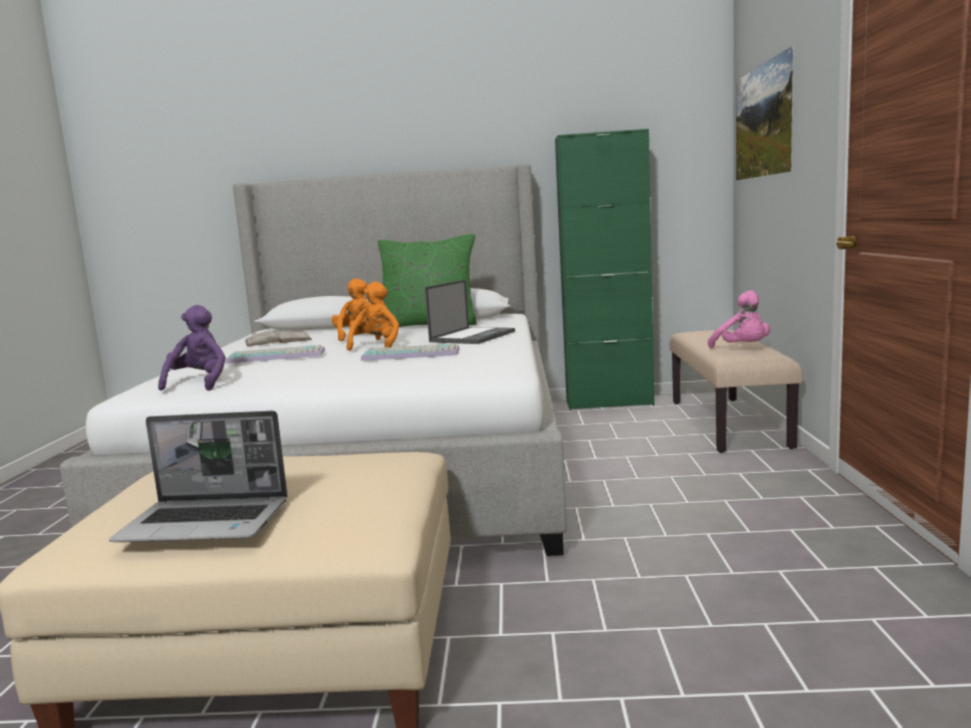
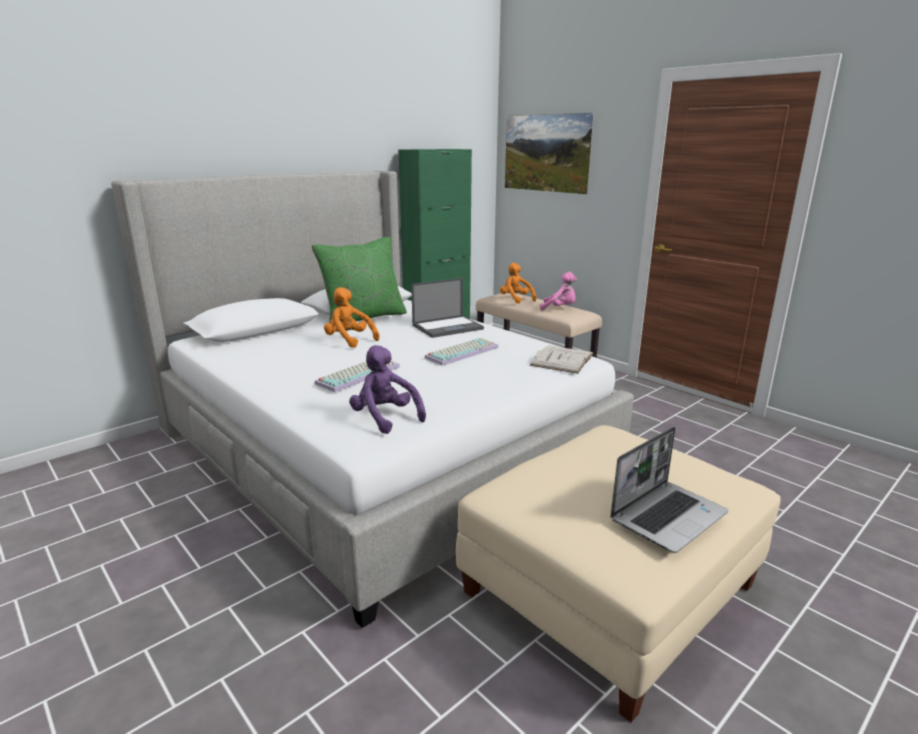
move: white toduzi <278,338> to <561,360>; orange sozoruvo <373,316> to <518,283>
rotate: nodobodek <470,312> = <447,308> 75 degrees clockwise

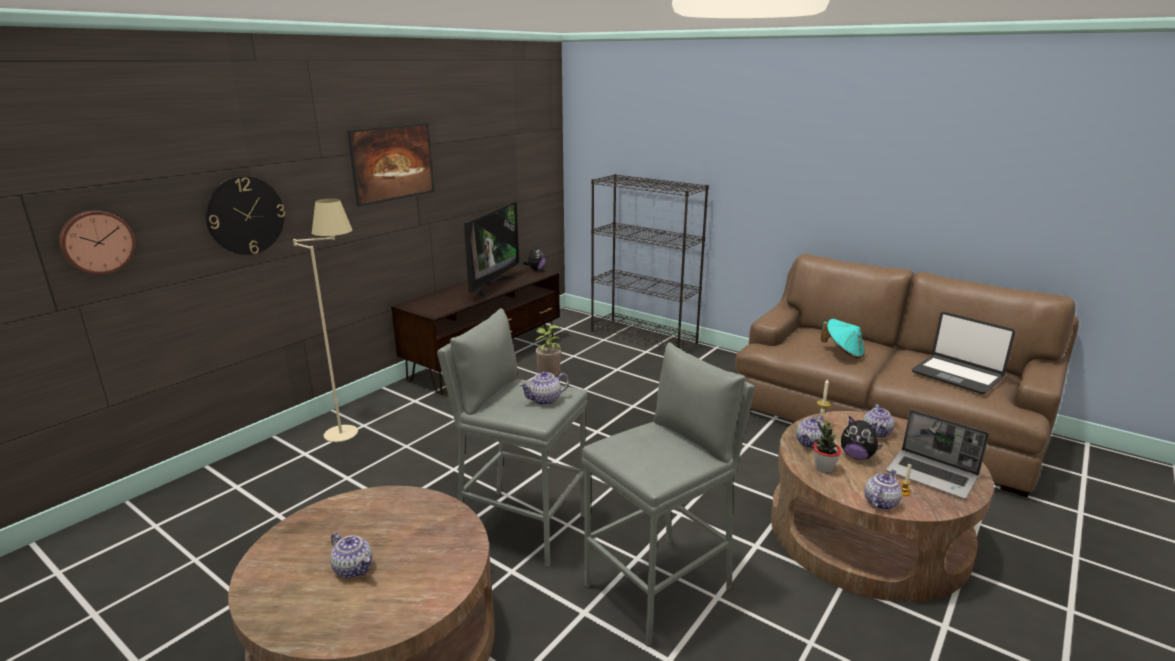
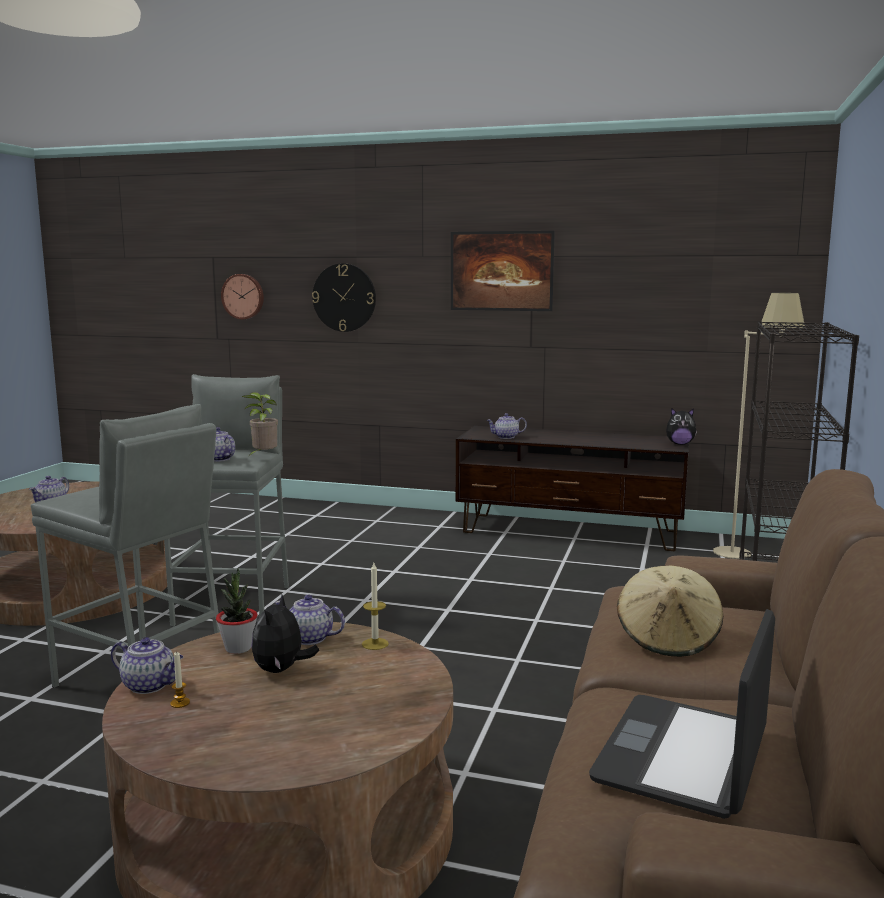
delete: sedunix <491,249>; nodobodek <937,454>
move: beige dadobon <325,320> to <759,426>; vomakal <878,421> to <507,426>
recolor: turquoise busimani <843,339> to beige busimani <670,611>

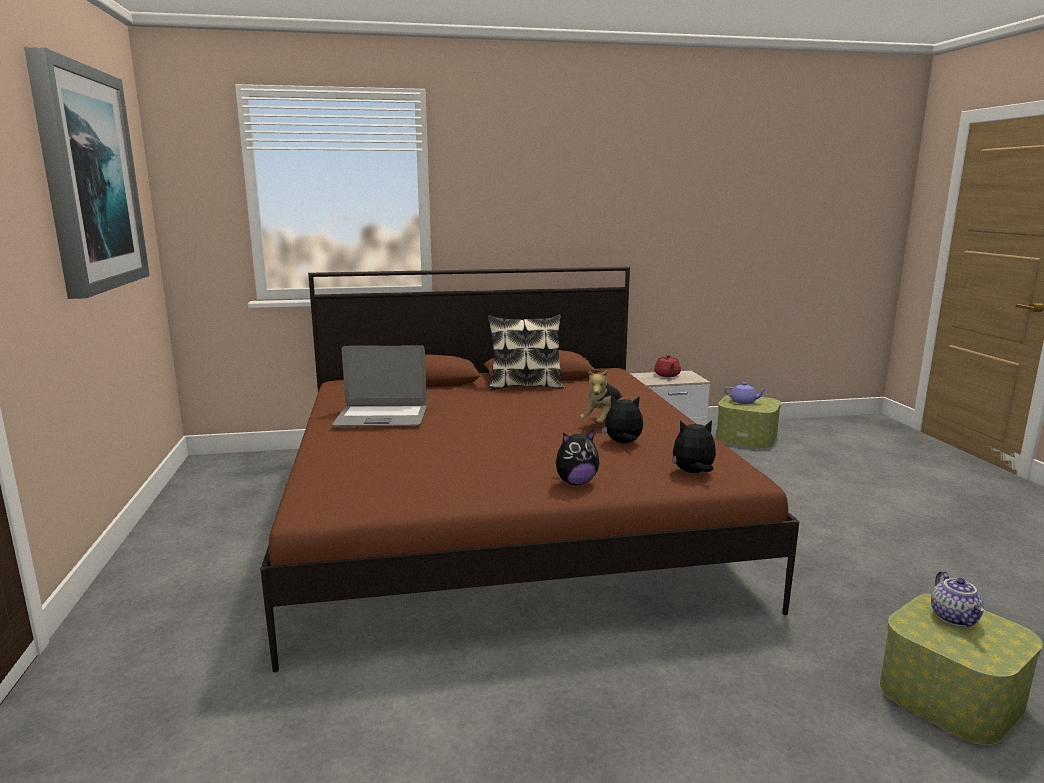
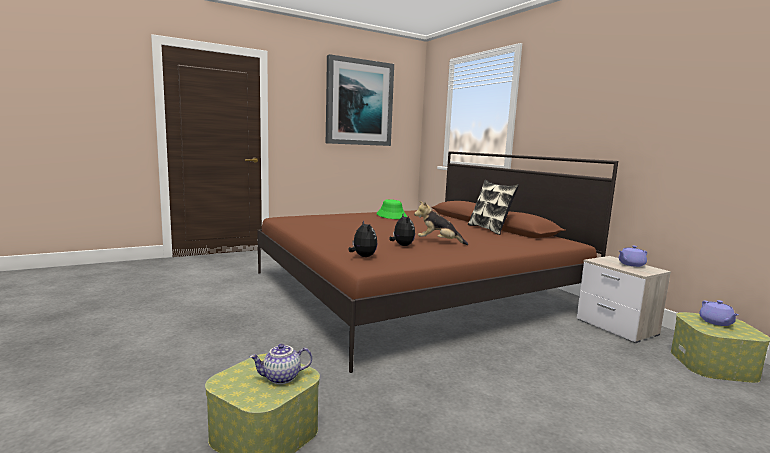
delete: sozoruvo <577,457>
replace: nodobodek <379,386> to green busimani <392,209>
recolor: red vomakal <667,366> to purple vomakal <633,256>

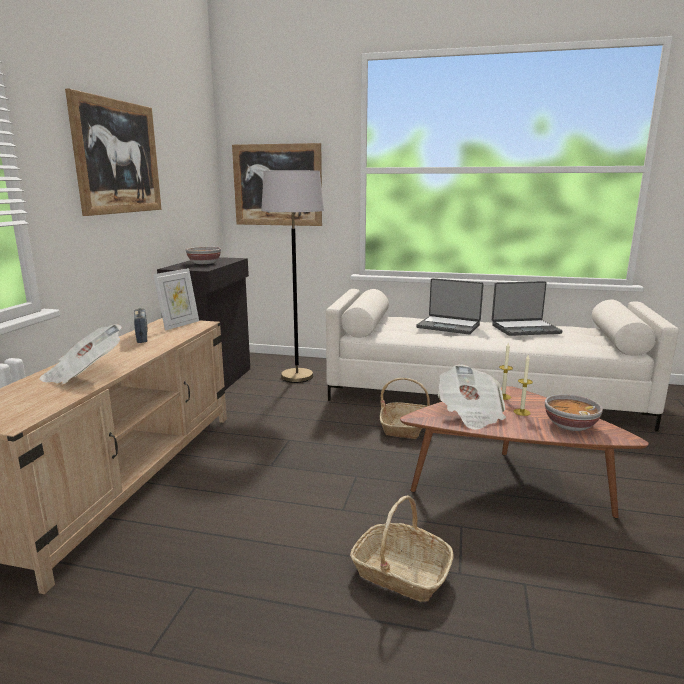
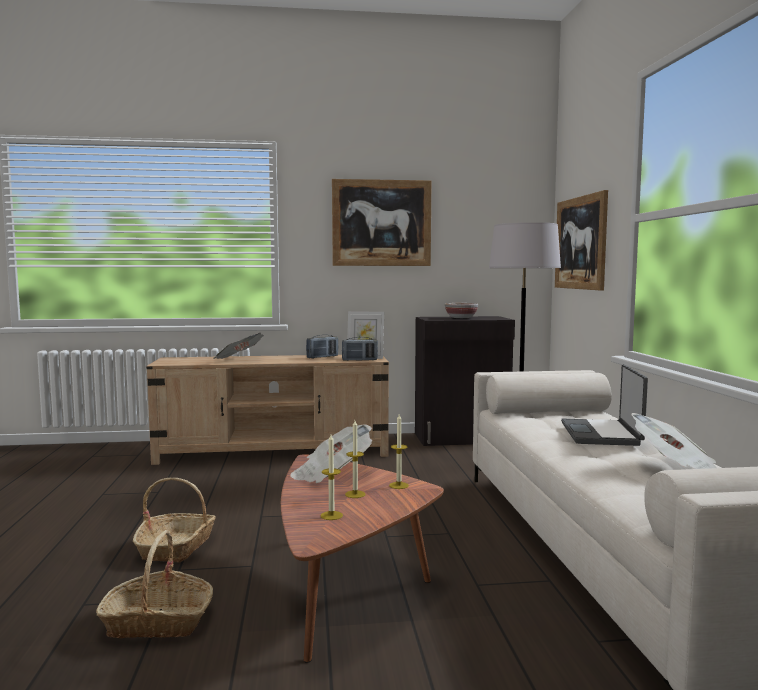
insert: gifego <360,349>
move: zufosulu <405,408> to <154,584>
replace: nodobodek <527,308> to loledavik <674,441>; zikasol <574,412> to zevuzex <331,477>

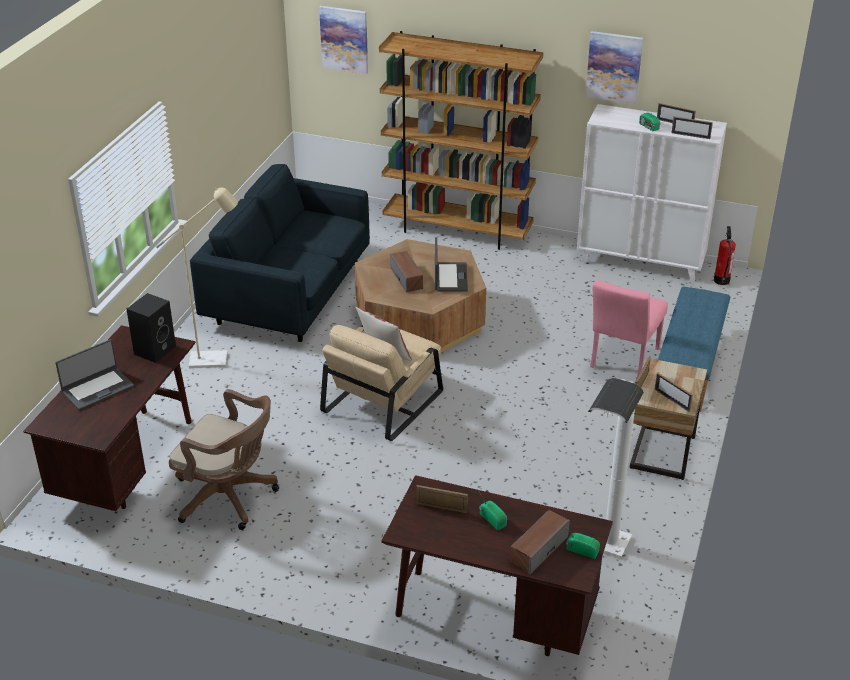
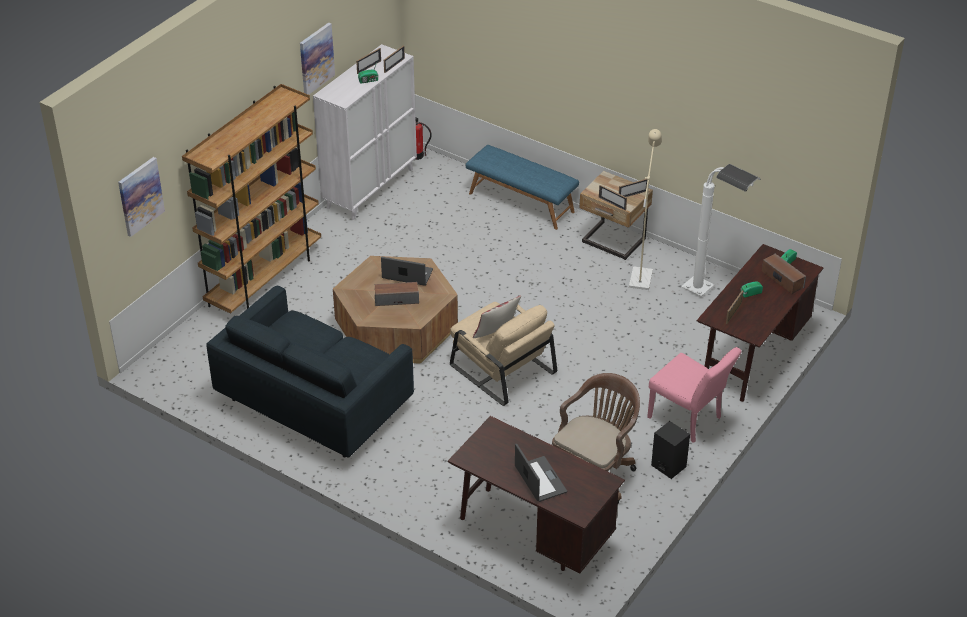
move: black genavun <151,328> to <670,450>; beige dadobon <197,277> to <645,209>; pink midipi <629,329> to <694,395>

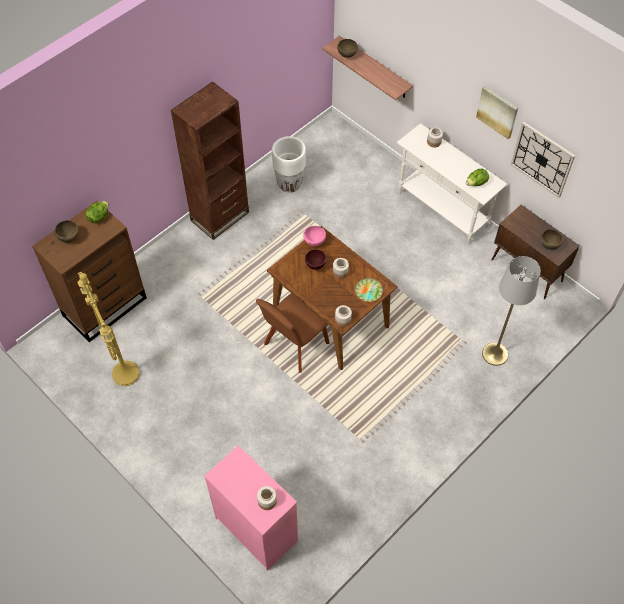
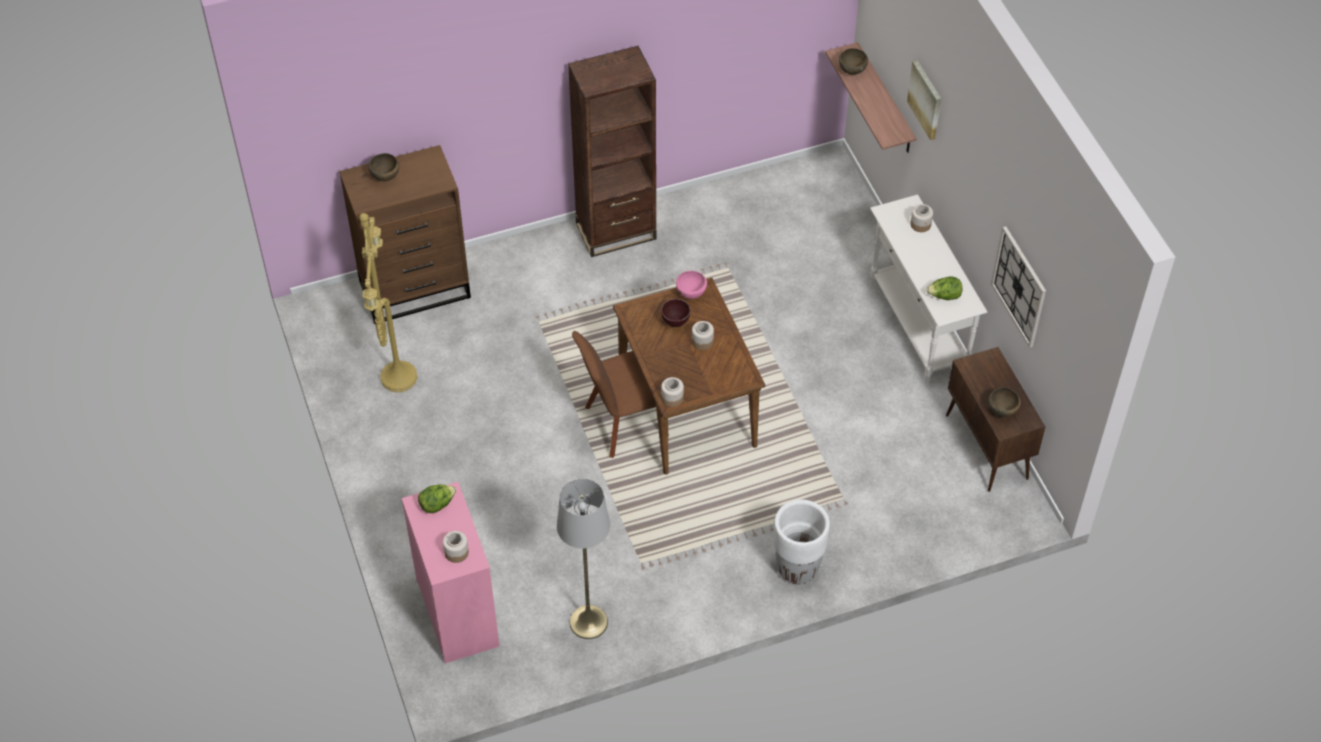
delete: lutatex <369,290>
move: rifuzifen <97,212> to <437,498>; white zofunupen <289,164> to <801,542>; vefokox <497,112> to <924,100>; grey dadobon <511,311> to <583,559>

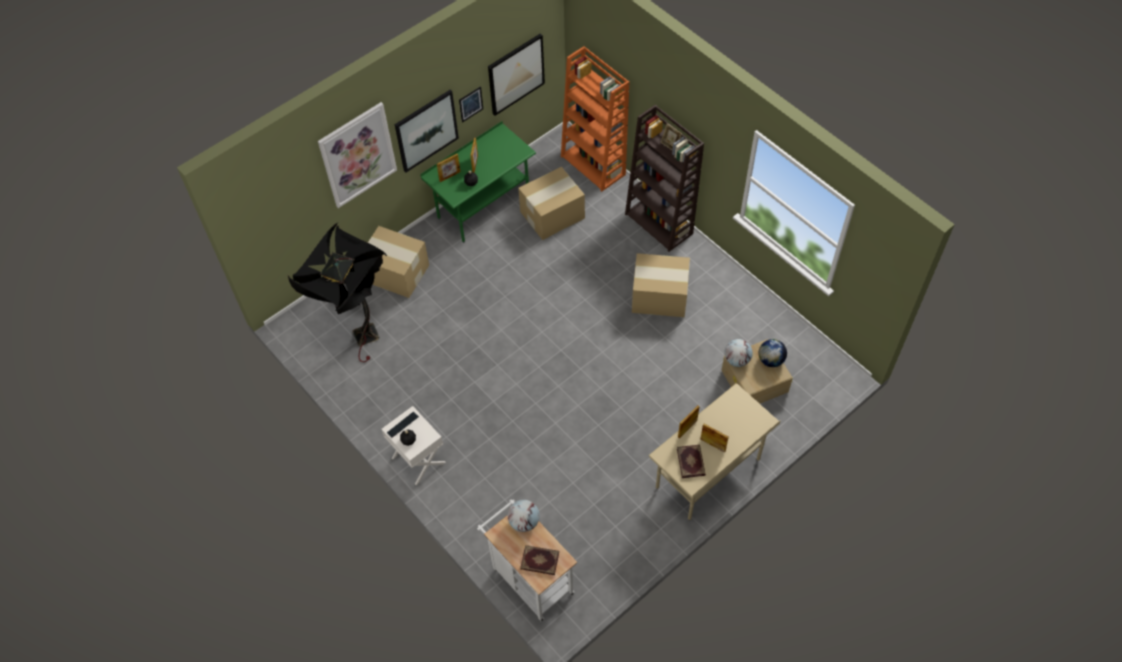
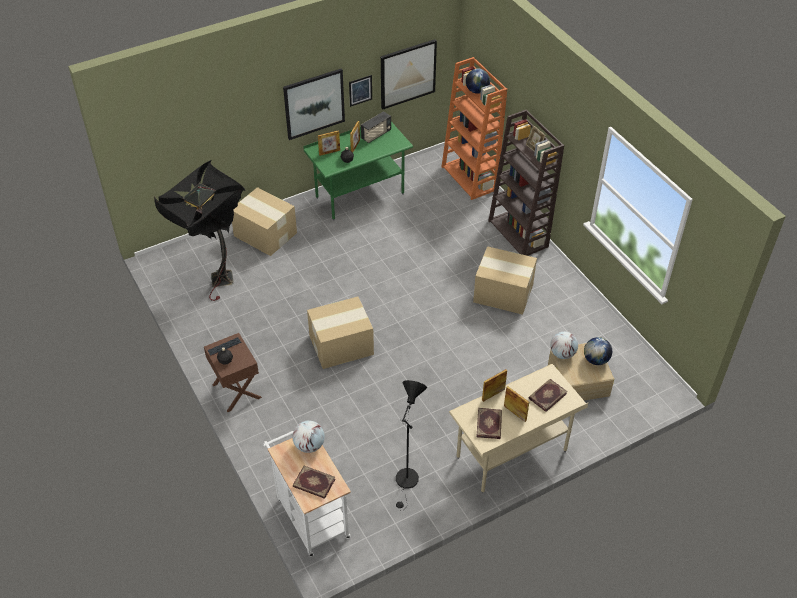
delete: vefokox <357,155>
insert: gifego <376,127>; black dadobon <411,445>; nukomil <478,81>; toduzi <547,395>
move: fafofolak <551,203> to <340,333>
recolor: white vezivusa <414,445> to brown vezivusa <233,372>

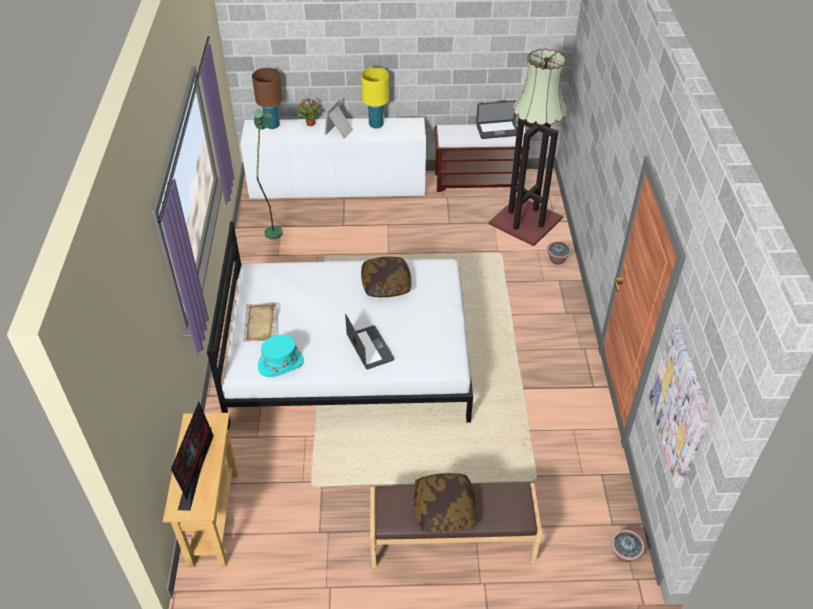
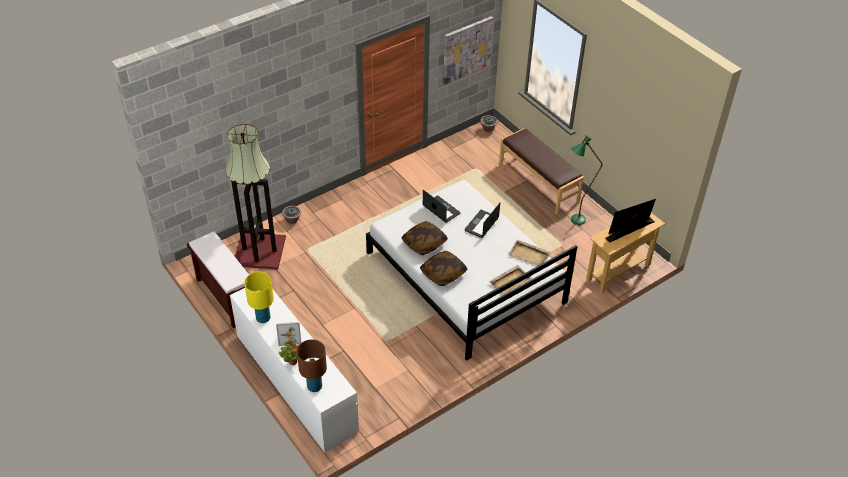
move: green dadobon <268,174> to <586,180>; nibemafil <445,503> to <443,268>; nodobodek <496,119> to <441,206>
replace: turquoise busimani <281,356> to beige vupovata <529,253>

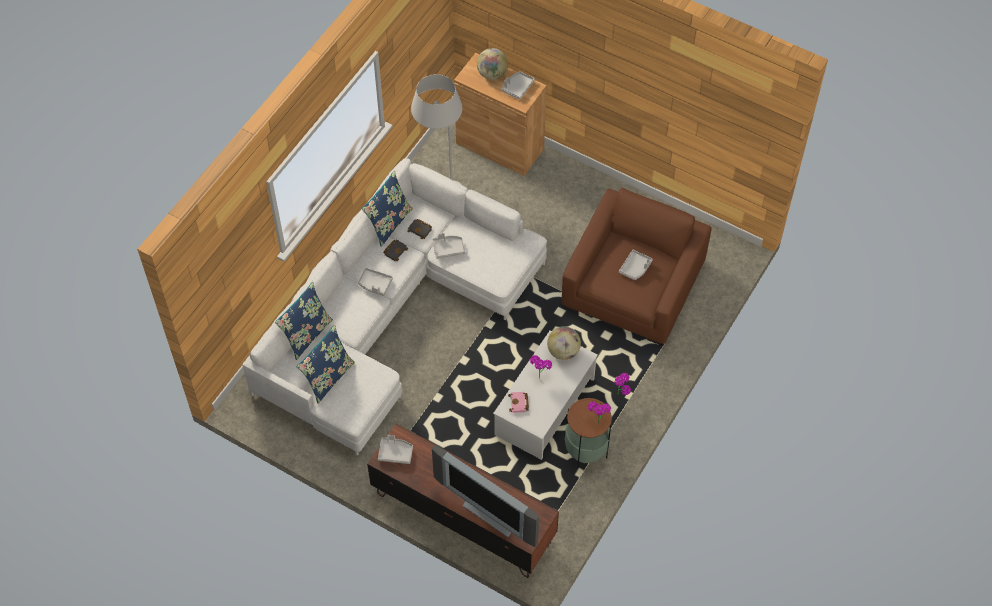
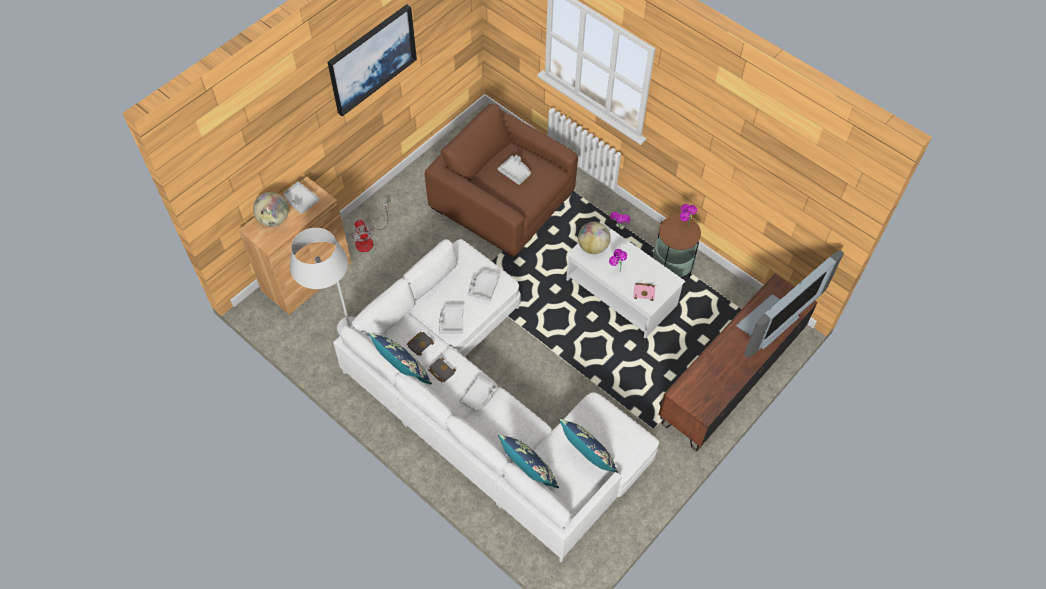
insert: vefokox <372,60>; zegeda <370,227>
move: grey vupovata <395,449> to <484,285>

